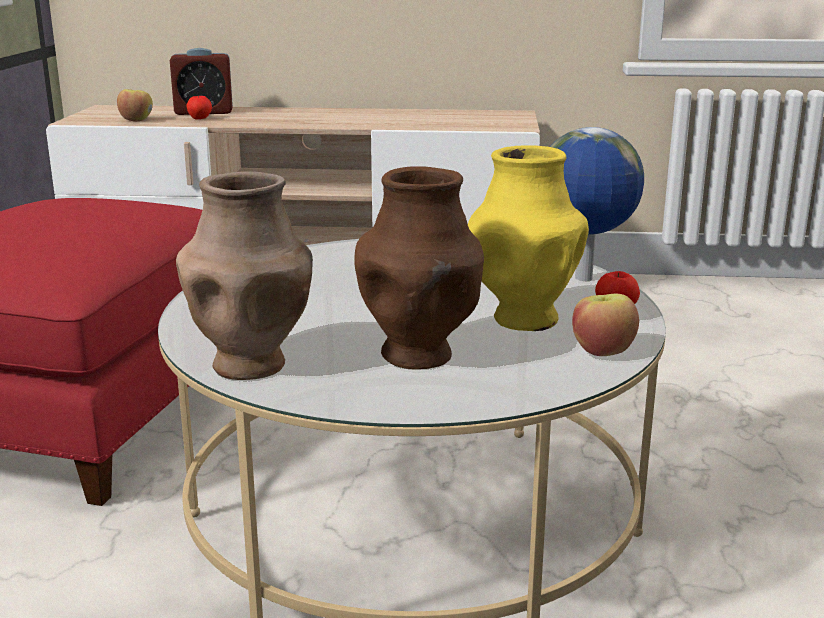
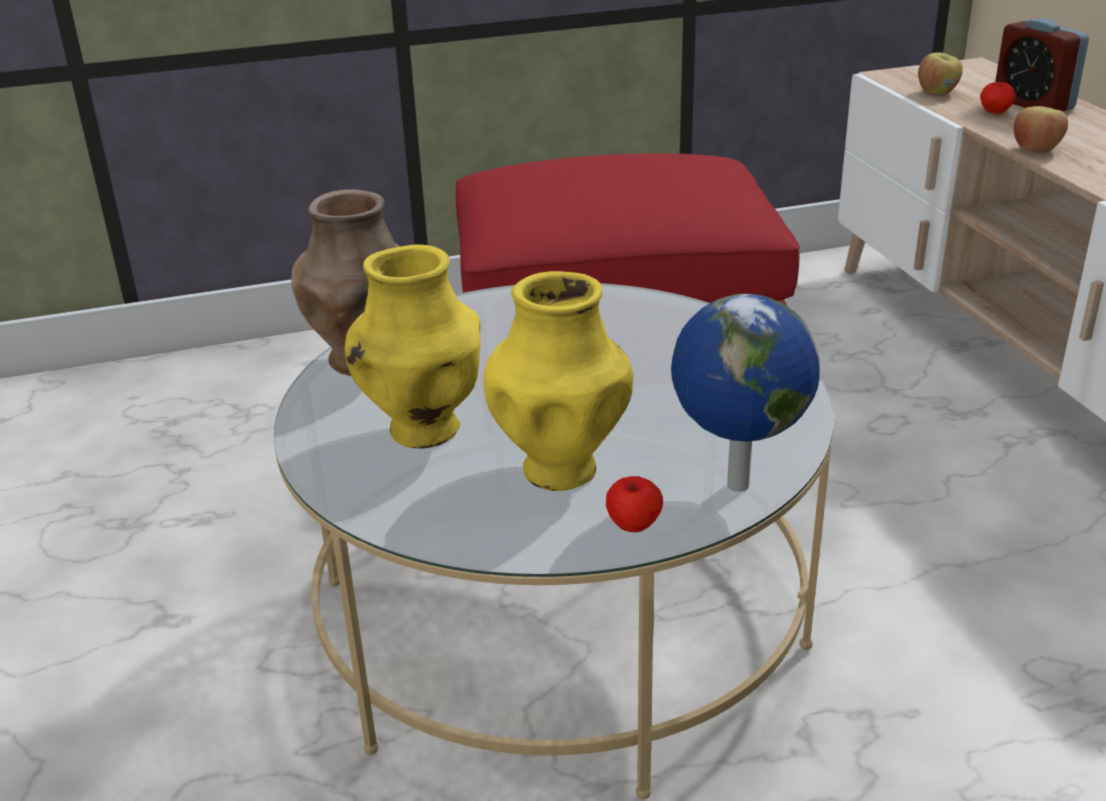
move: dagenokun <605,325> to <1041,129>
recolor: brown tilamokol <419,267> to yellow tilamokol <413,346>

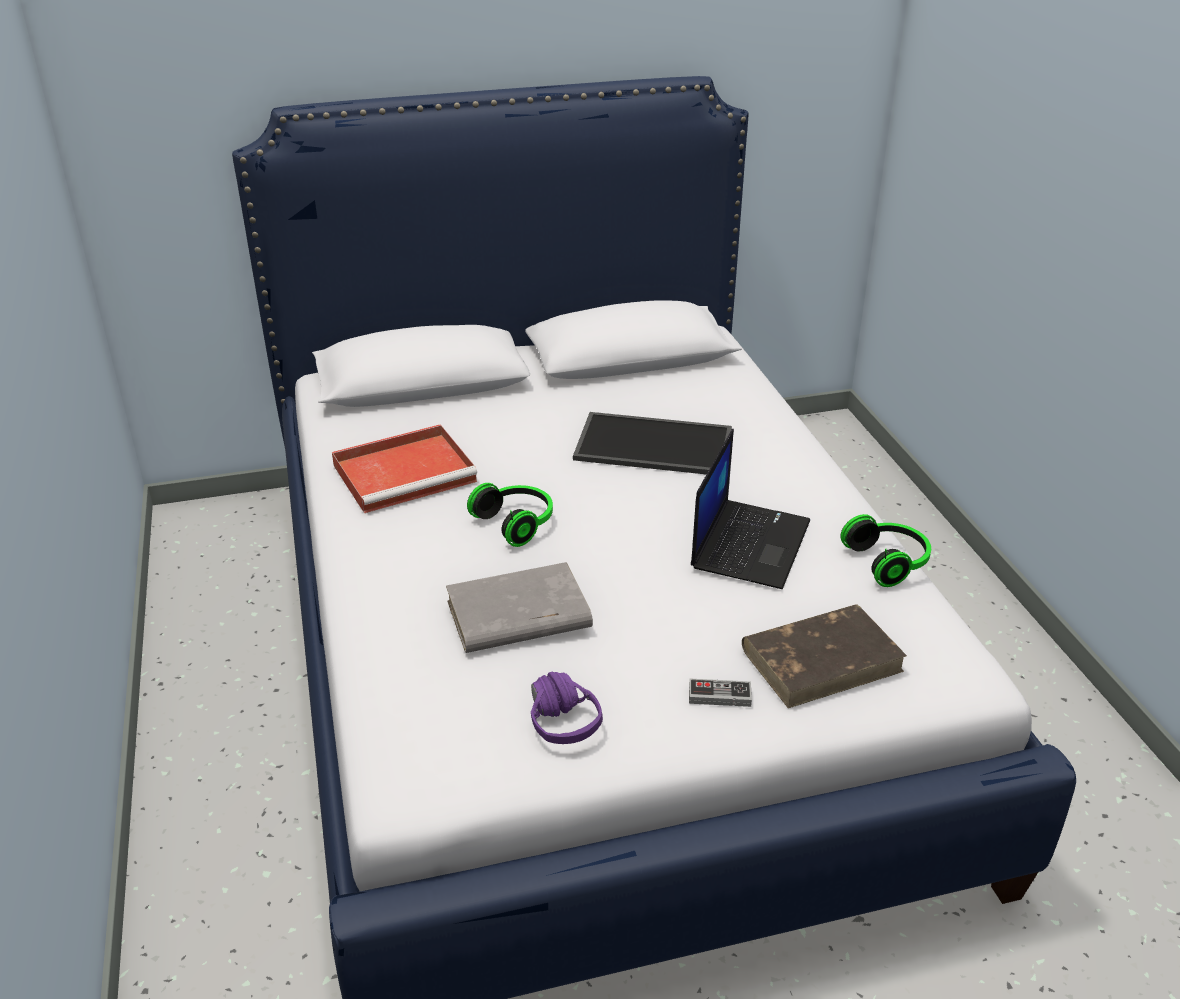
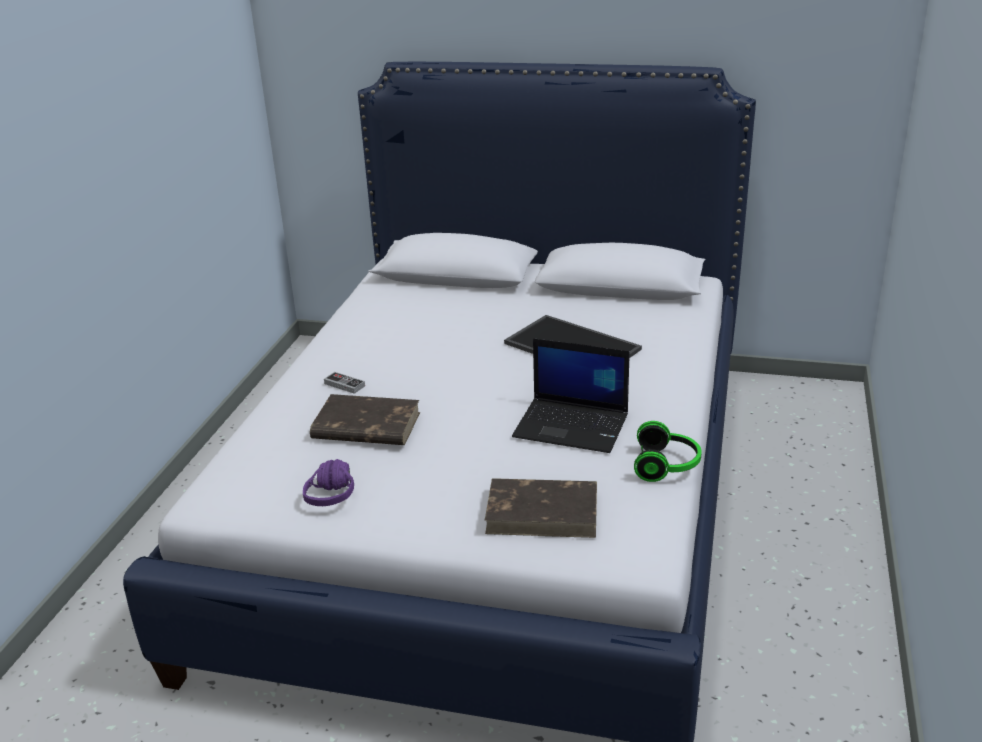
delete: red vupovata <405,468>; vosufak <510,515>
move: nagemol <720,693> to <344,383>
recolor: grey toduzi <519,607> to brown toduzi <365,419>
rotate: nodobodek <750,509> = <571,395> 60 degrees clockwise

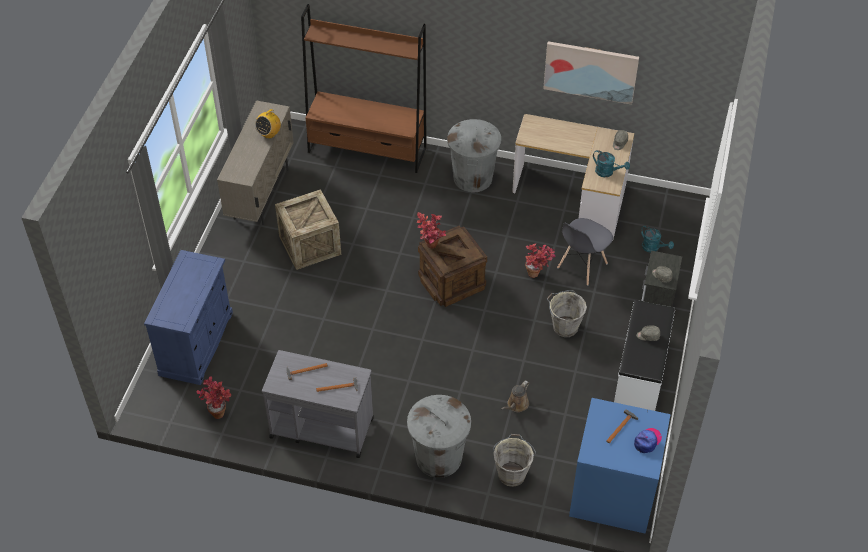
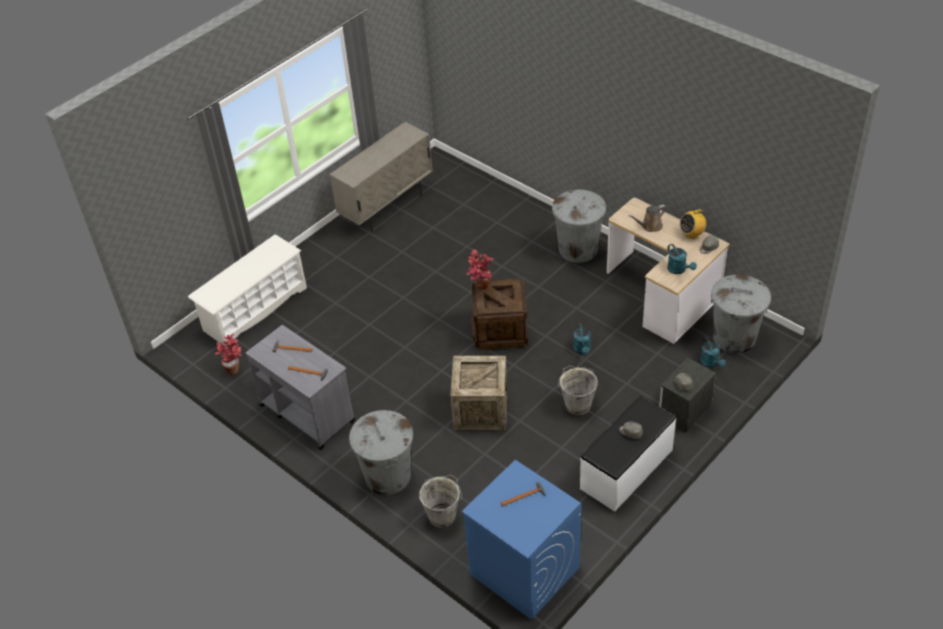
delete: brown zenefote <364,88>; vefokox <591,73>; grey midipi <585,252>; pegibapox <648,440>
insert: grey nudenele <741,314>
move: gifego <268,124> to <693,224>; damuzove <308,229> to <478,393>; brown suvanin <515,396> to <648,218>
replace: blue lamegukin <188,317> to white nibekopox <247,291>; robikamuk <540,260> to turquoise suvanin <582,338>

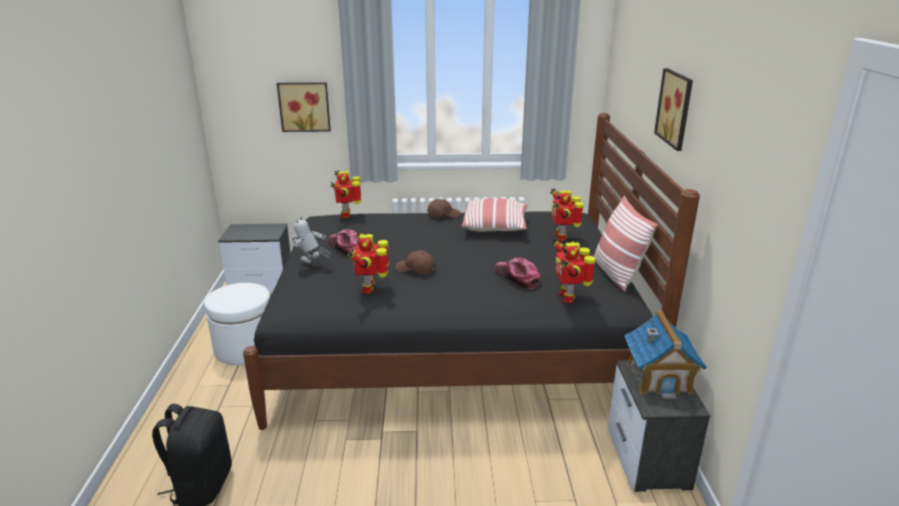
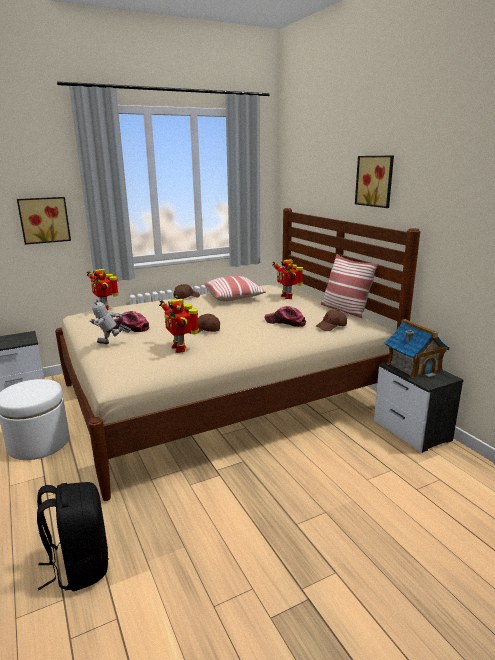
replace: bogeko <573,270> to brown pegibapox <331,320>
recolor: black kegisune <471,271> to beige kegisune <237,354>

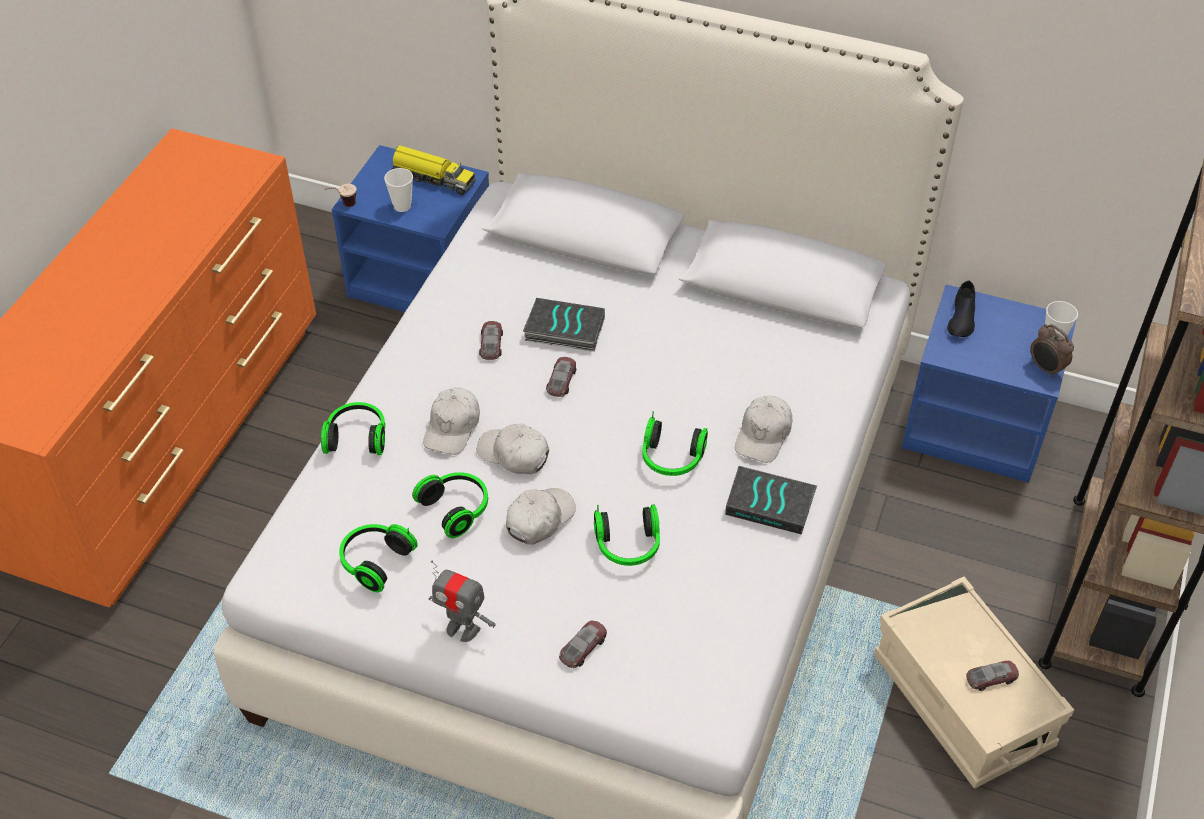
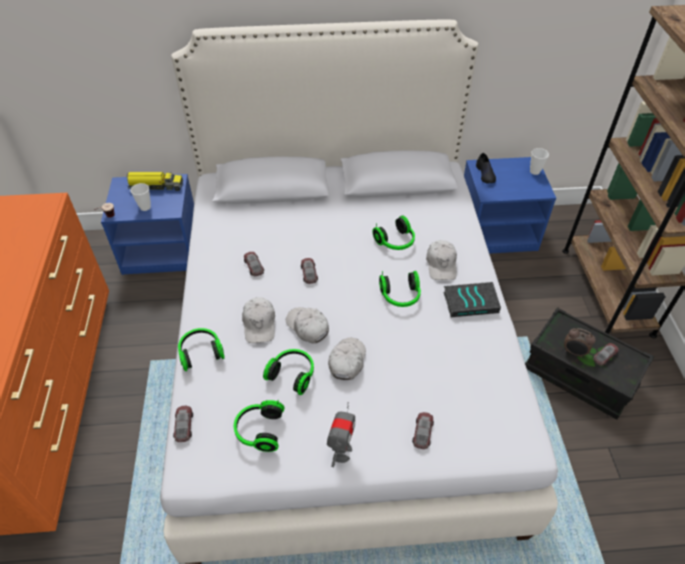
delete: toduzi <564,325>
insert: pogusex <183,424>
move: vosufak <627,535> to <394,233>; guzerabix <1052,351> to <580,343>
recolor: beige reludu <974,683> to black reludu <589,363>
rotate: bogeko <462,601> = <341,434> 75 degrees counterclockwise; white pegibapox <513,448> = <307,325> 45 degrees clockwise

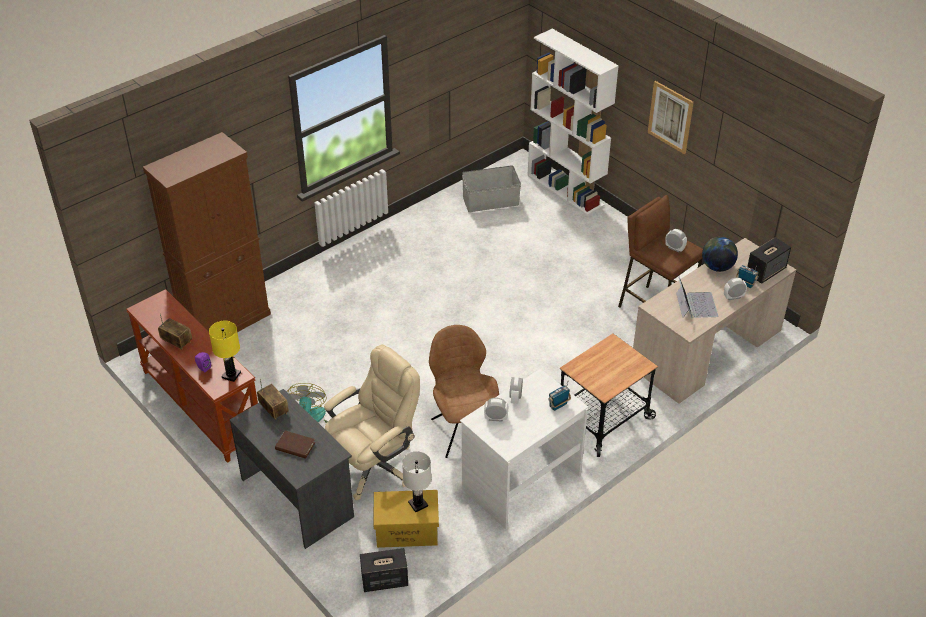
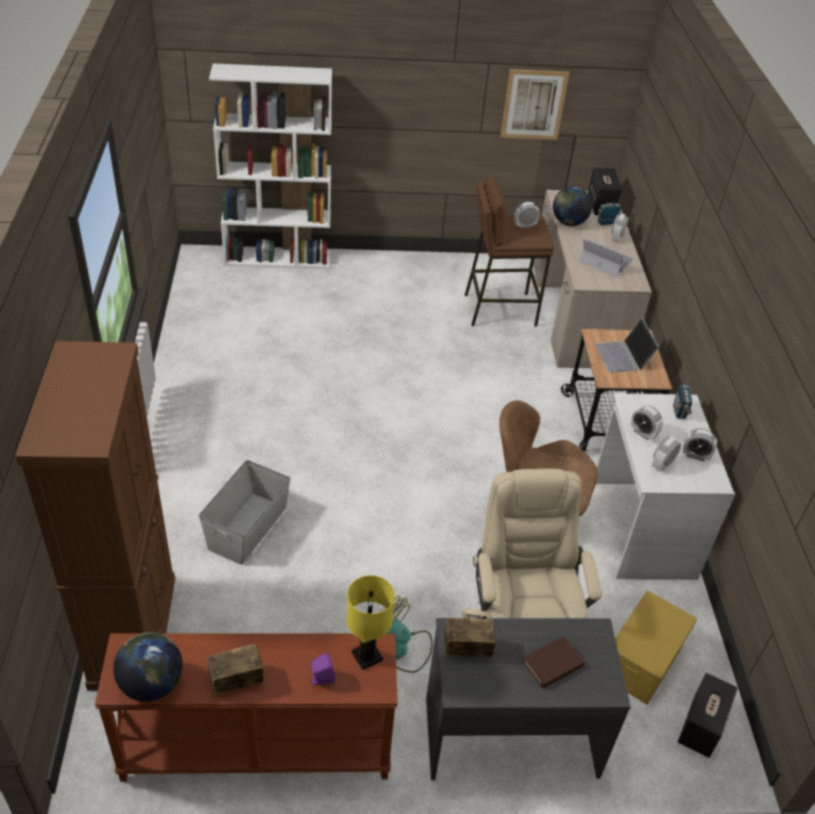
delete: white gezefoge <416,482>
insert: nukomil <148,667>; nodobodek <627,345>; guzerabix <699,444>
move: grey reludu <491,188> to <245,512>; vefokox <671,117> to <534,104>

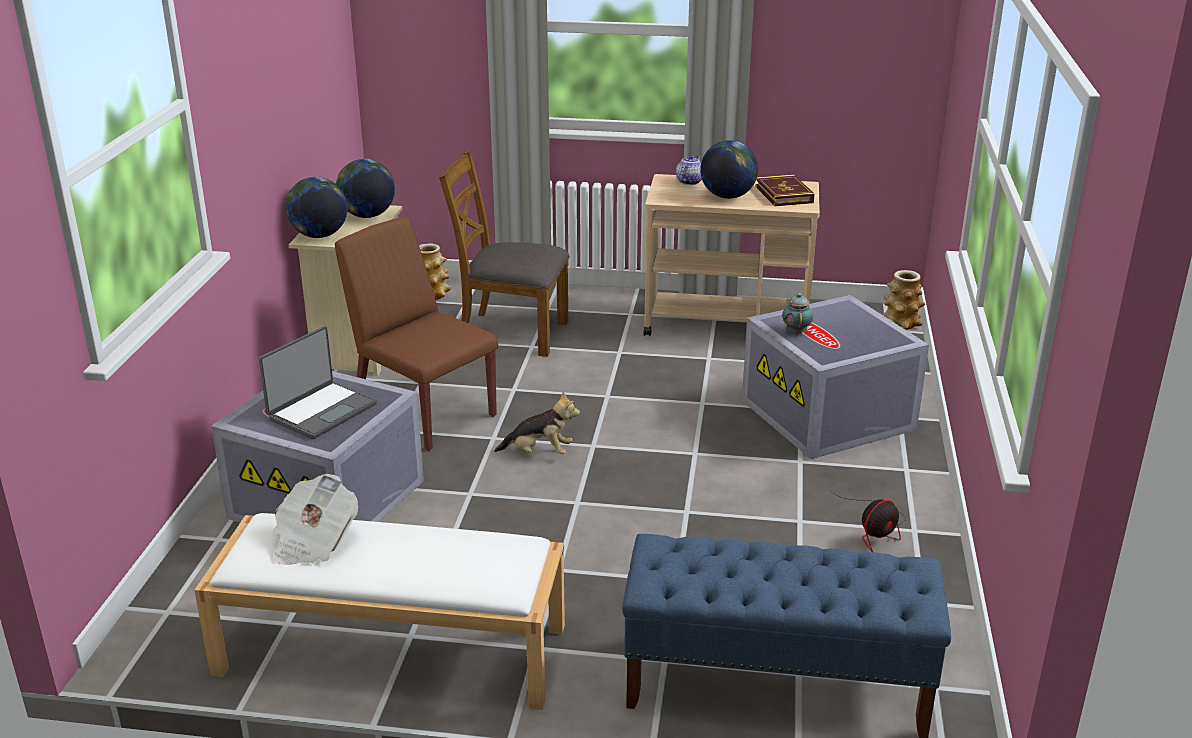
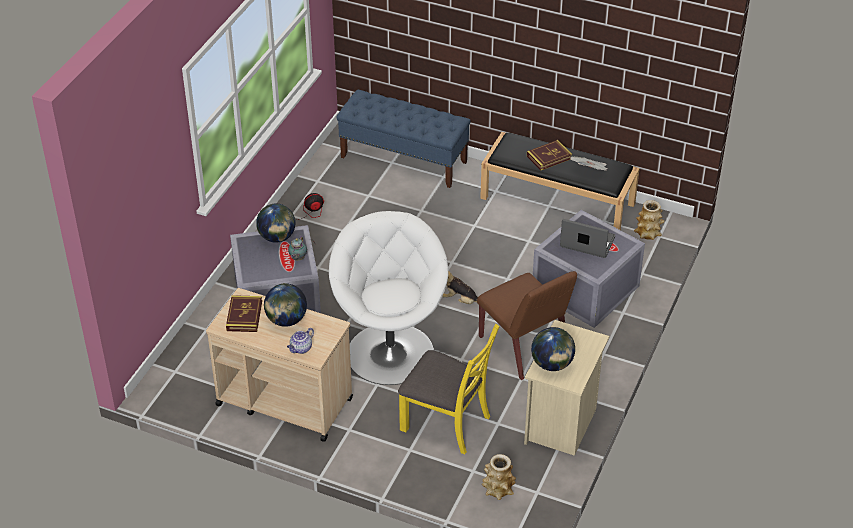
insert: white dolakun <388,298>; toduzi <549,155>
move: nukomil <316,207> to <275,223>; tilamokol <903,300> to <649,220>
recolor: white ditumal <379,611> to black ditumal <560,181>; brown midipi <504,254> to yellow midipi <449,389>
rotate: nodobodek <318,382> = <587,238> 60 degrees clockwise

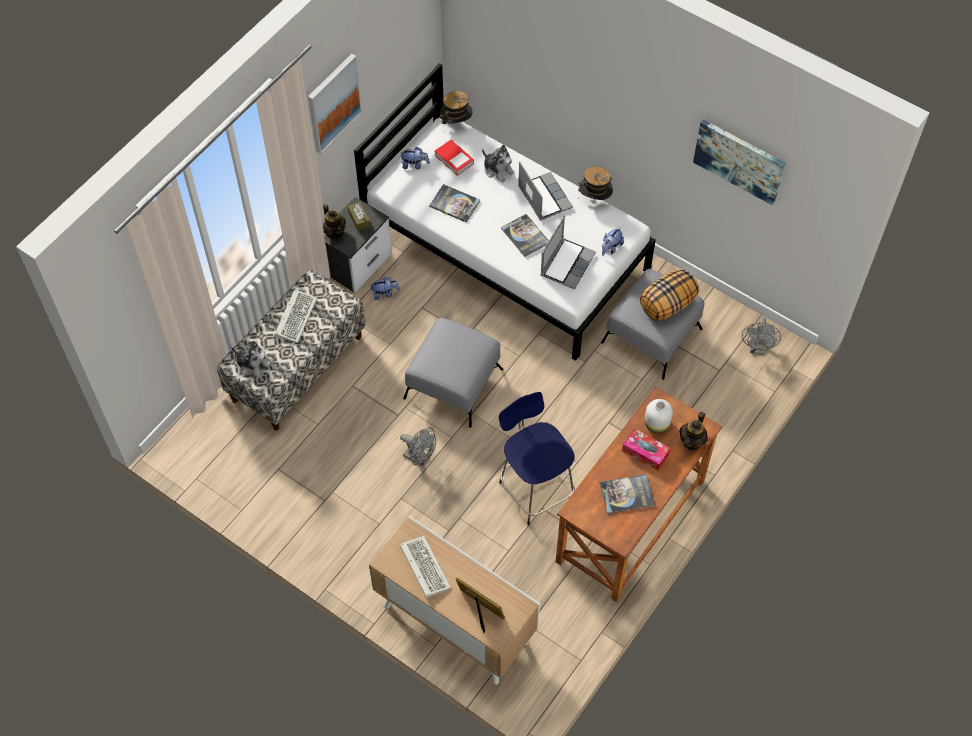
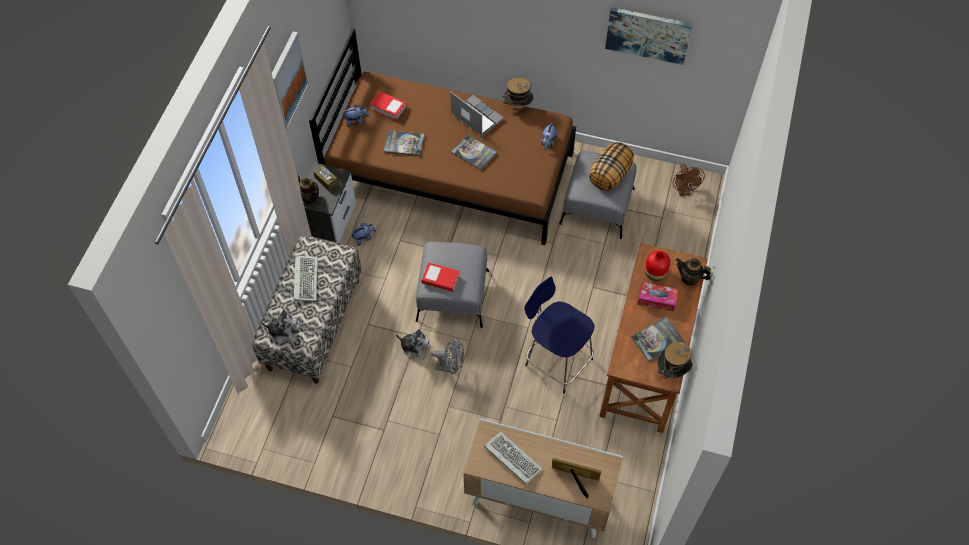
delete: nodobodek <568,253>
insert: toduzi <440,277>
move: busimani <456,111> to <675,363>; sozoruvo <498,164> to <413,344>
recolor: white kegisune <505,212> to brown kegisune <442,136>; white tilamokol <658,416> to red tilamokol <657,265>; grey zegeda <761,336> to brown zegeda <689,180>
rotate: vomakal <693,431> = <693,272> 105 degrees clockwise

